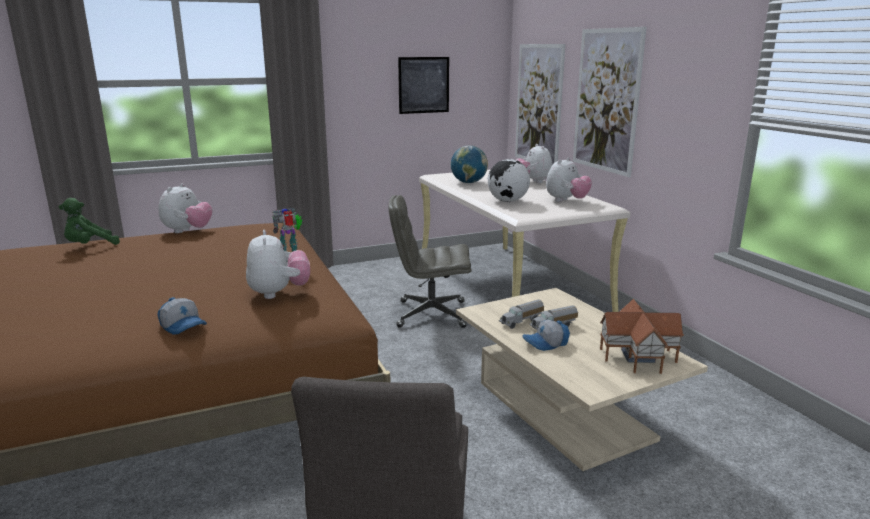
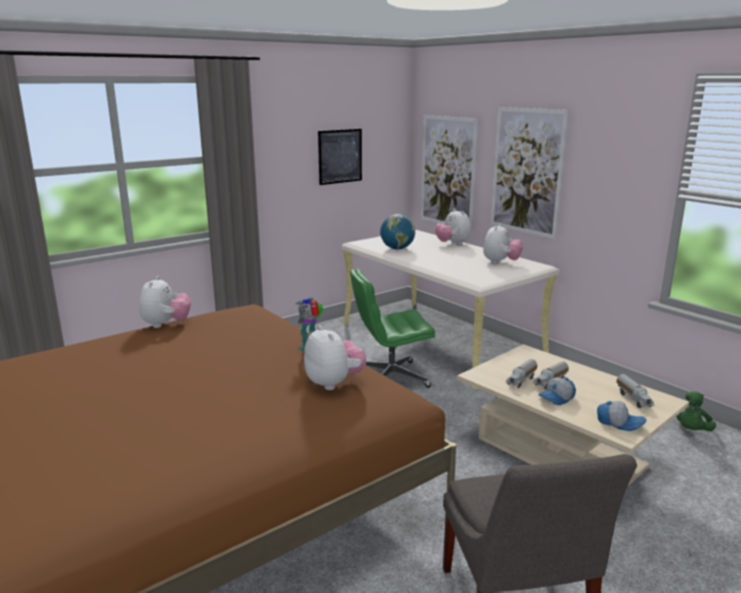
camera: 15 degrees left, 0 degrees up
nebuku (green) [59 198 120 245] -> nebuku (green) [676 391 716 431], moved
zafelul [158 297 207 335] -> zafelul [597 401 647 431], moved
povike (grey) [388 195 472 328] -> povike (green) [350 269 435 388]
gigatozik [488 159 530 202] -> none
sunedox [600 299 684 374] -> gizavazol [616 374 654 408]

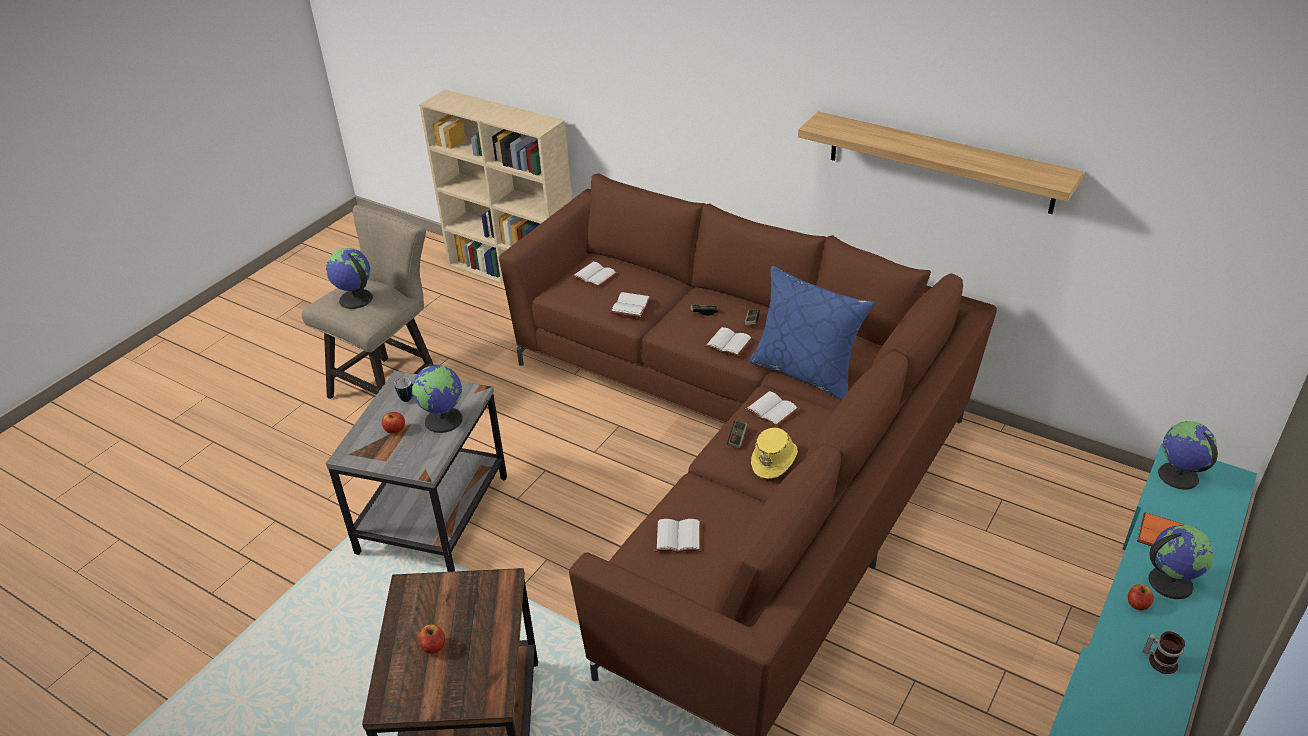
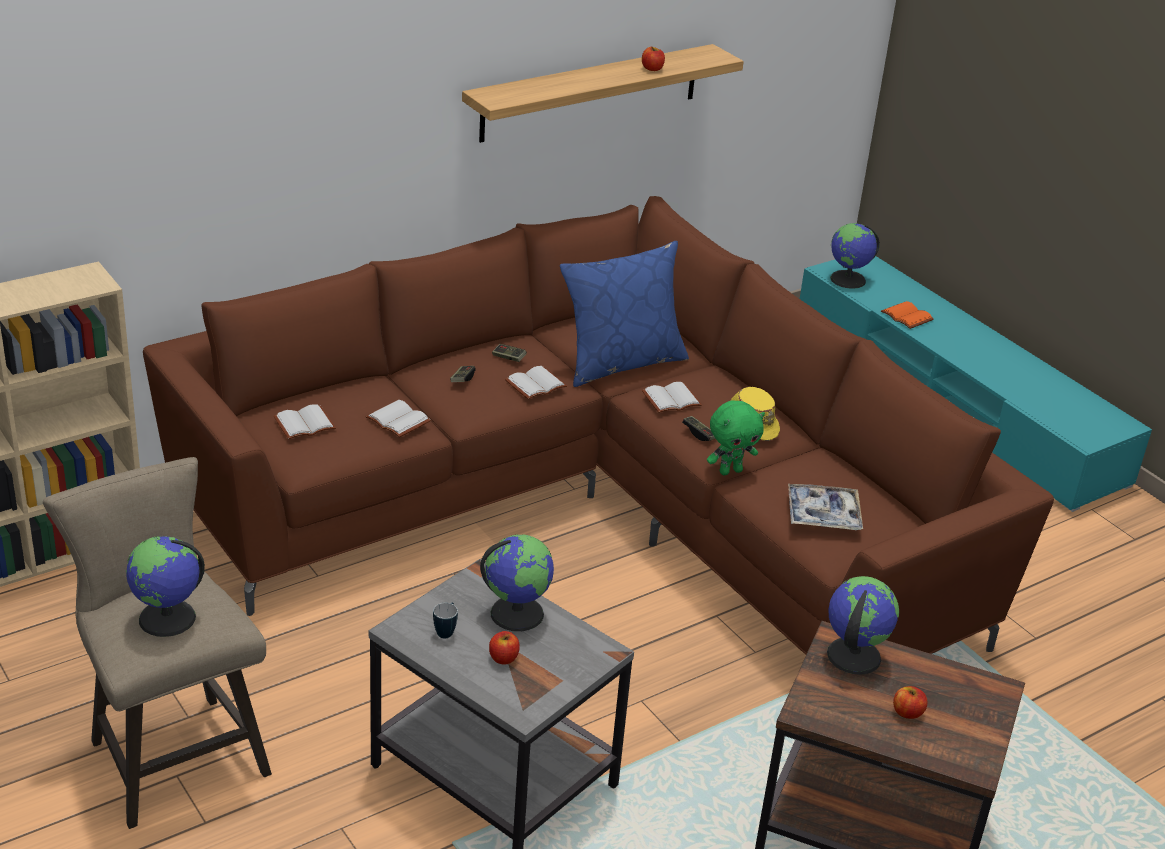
camera: 70 degrees left, 5 degrees down
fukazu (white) [654 519 702 553] -> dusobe [788 484 863 530]
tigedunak [1128 584 1154 610] -> tigedunak [642 46 665 71], moved
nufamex [1143 631 1185 674] -> none
gigatozik [1148 525 1214 599] -> gigatozik [827 576 899 675], moved
none -> nebuku (green) [707 401 765 475]

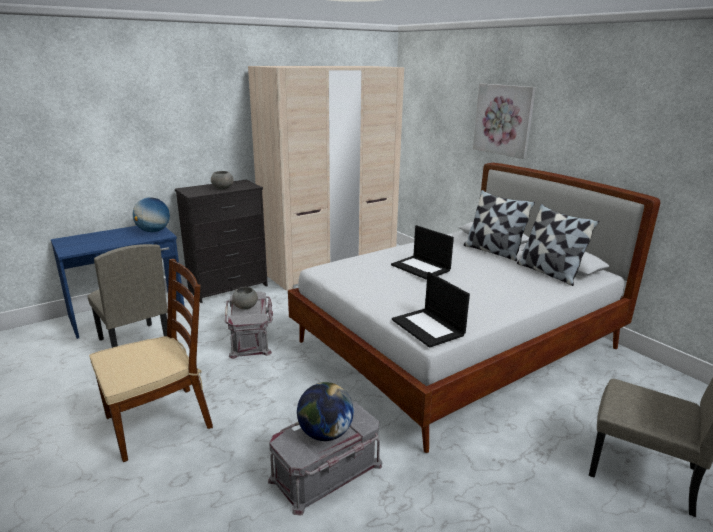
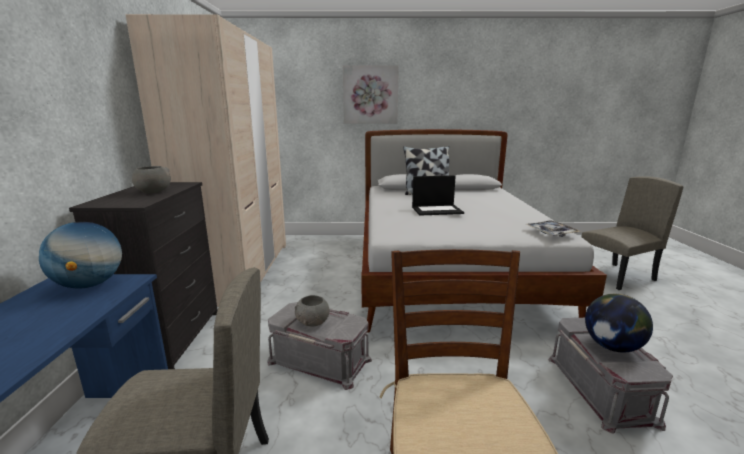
camera: 55 degrees left, 5 degrees down
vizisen [392 272 470 348] -> dusobe [526 220 580 237]
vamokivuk [517 204 599 286] -> none

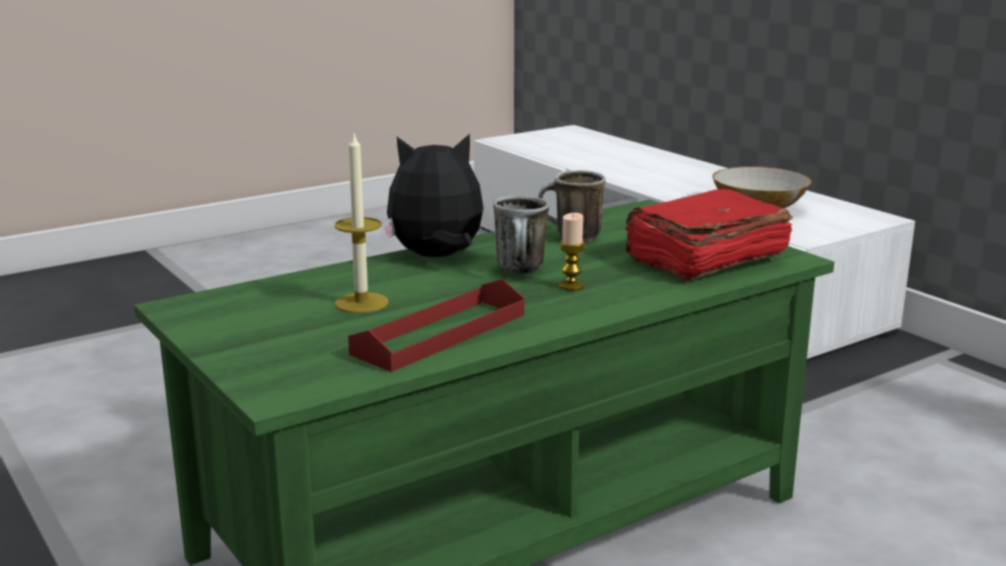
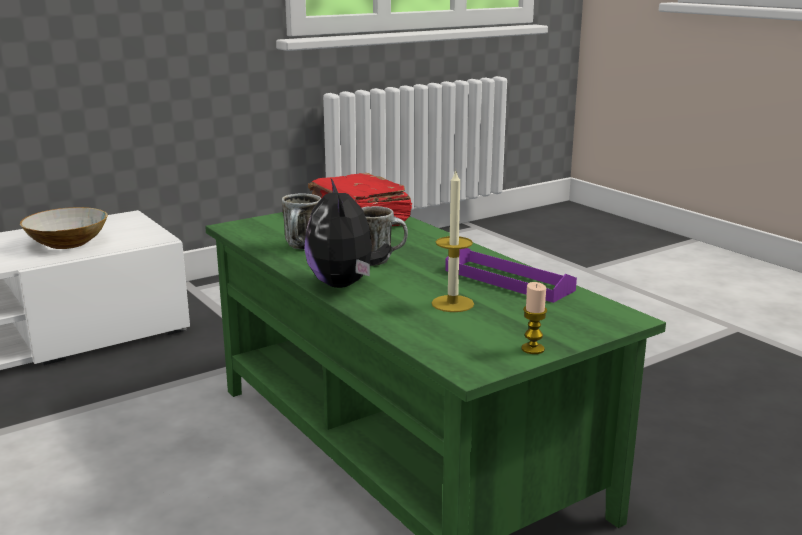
camera: 90 degrees left, 0 degrees up
dusobe (red) [348 279 524 372] -> dusobe (purple) [445 248 577 303]
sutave [559 213 585 291] -> sutave [521 282 547 354], moved

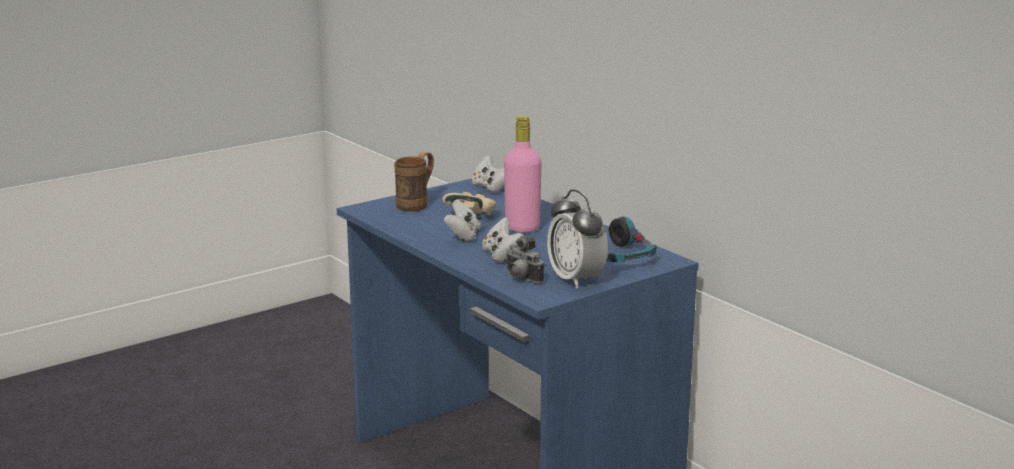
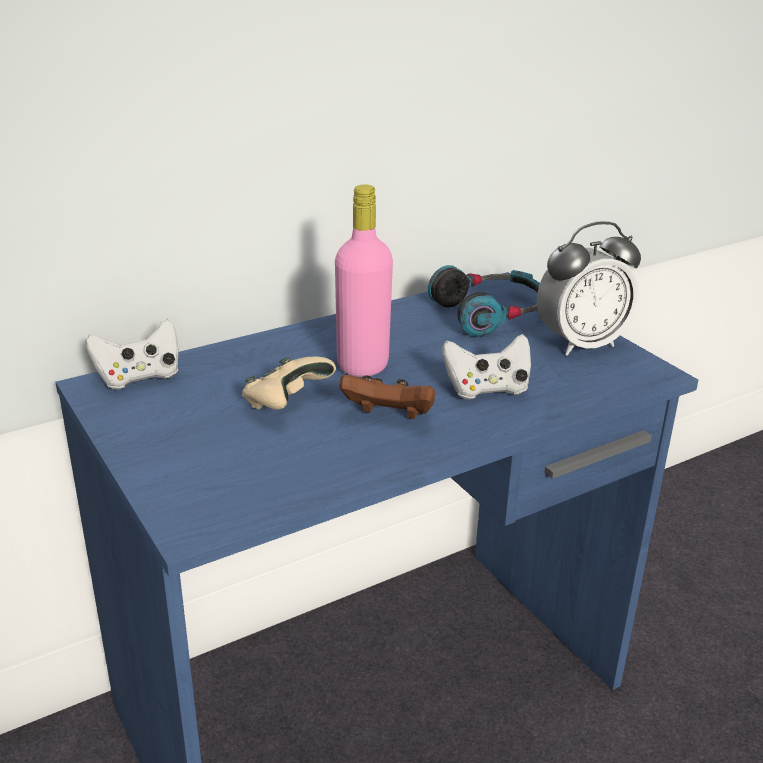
camera: 85 degrees left, 10 degrees up
nufamex (brown) [394 152 434 212] -> none
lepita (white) [444 199 482 241] -> lepita (brown) [339 374 435 419]
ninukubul [506 236 544 284] -> none

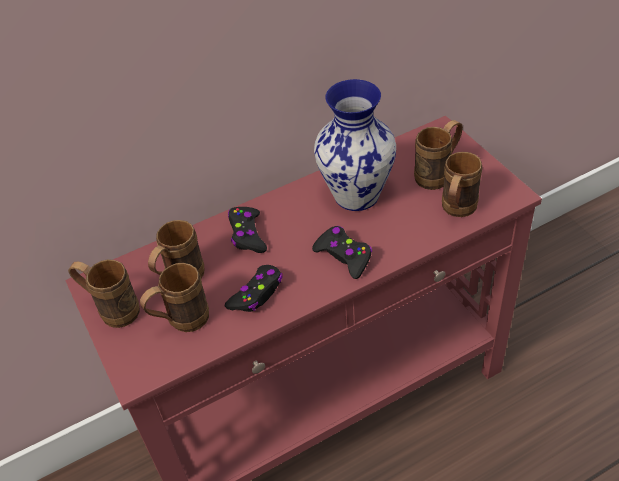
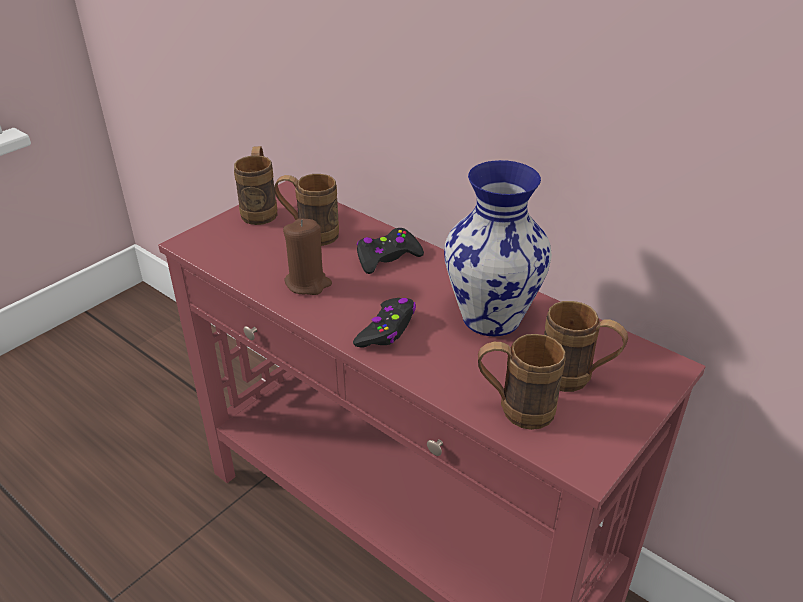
camera: 65 degrees right, 10 degrees down
nufamex (brown) [140 263 209 332] -> none
lepita (black) [225 265 283 312] -> sutave (brown) [283 218 332 295]

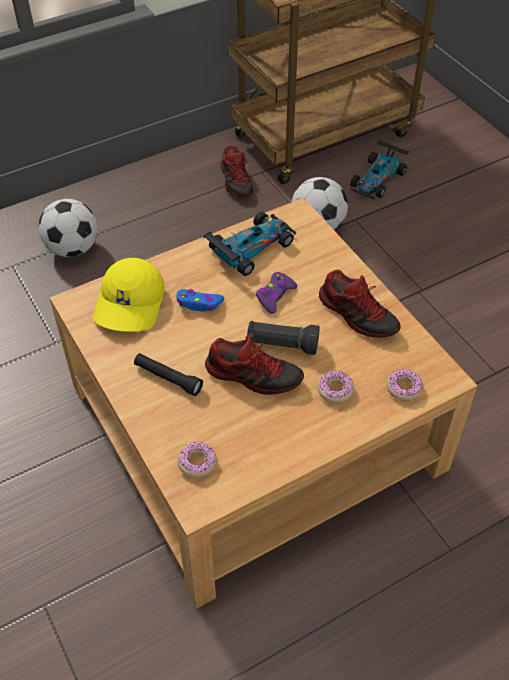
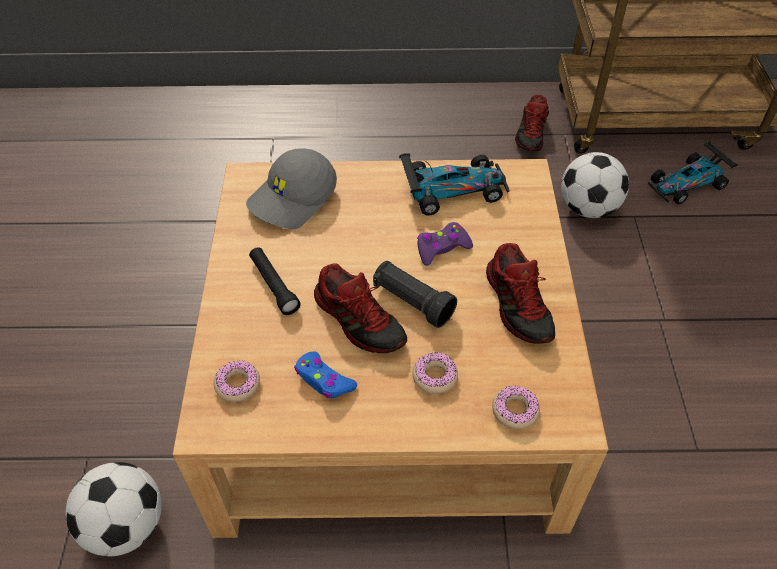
camera: 30 degrees right, 0 degrees up
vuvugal [38 199 98 257] -> vuvugal [65 462 162 557], moved
zafelul (yellow) [93 258 165 332] -> zafelul (grey) [246 148 337 229]
lepita (blue) [177 289 224 312] -> lepita (blue) [294 351 357 398], moved

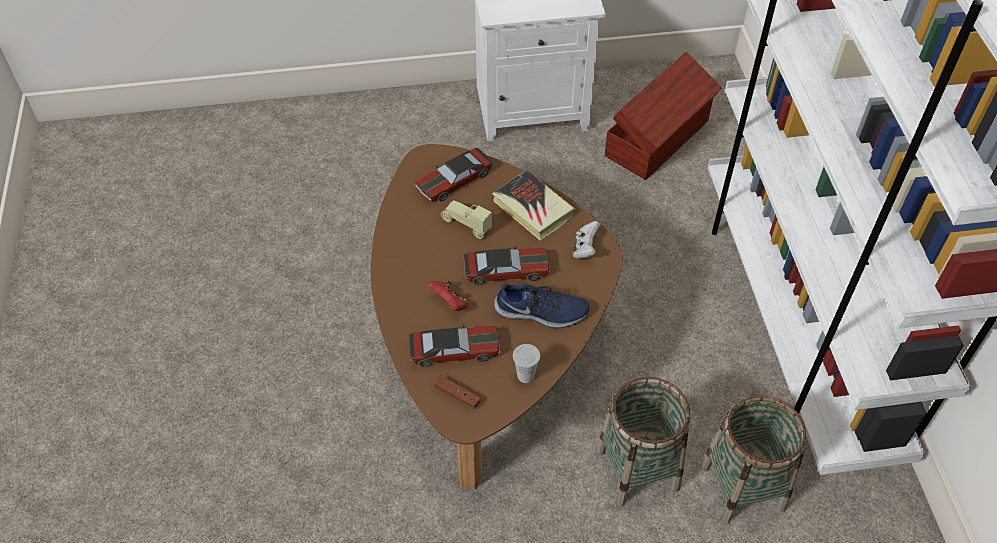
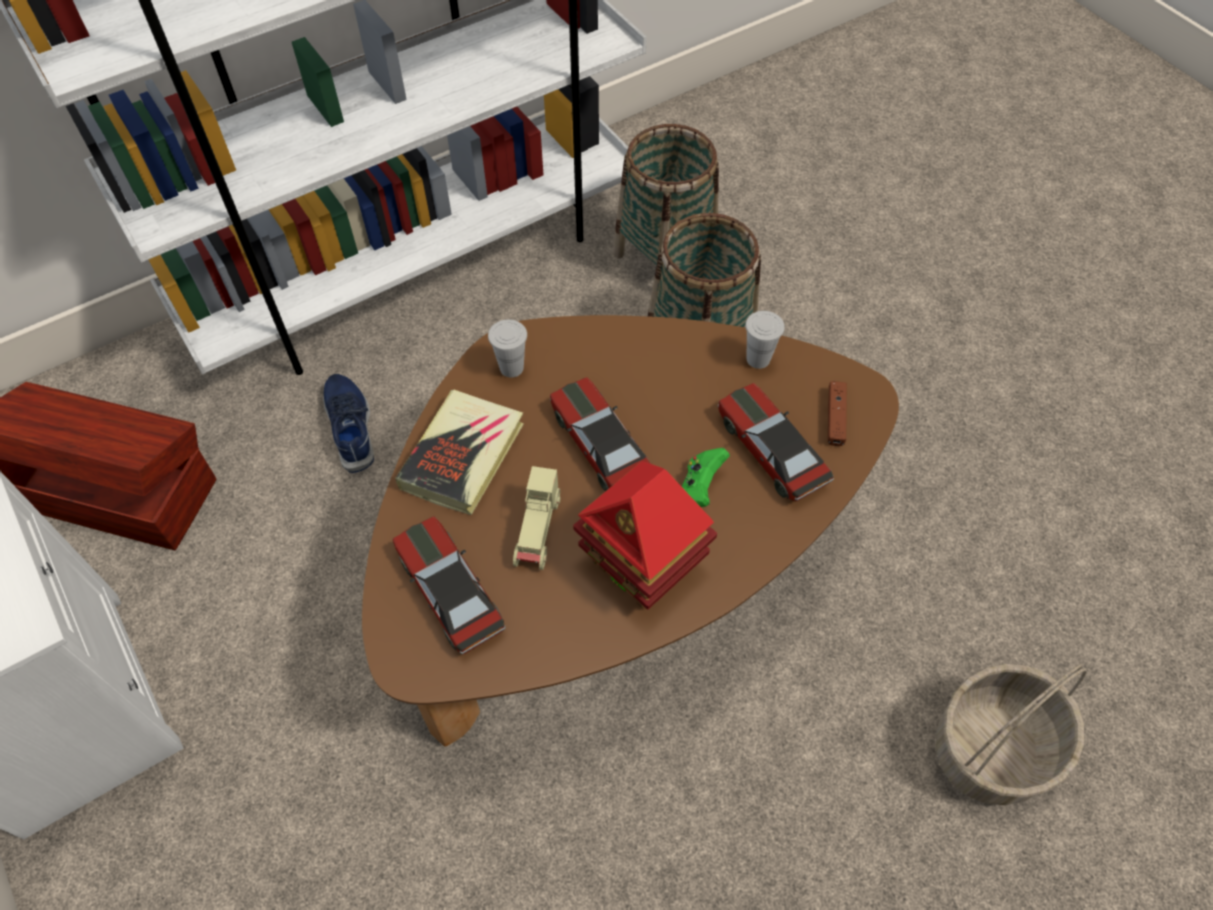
camera: 115 degrees left, 5 degrees up
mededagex [415 148 493 202] -> mededagex [393 516 506 654], 150 degrees counterclockwise
lepita (red) [428 281 468 311] -> lepita (green) [682 448 730 507]
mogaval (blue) [494 284 590 328] -> mogaval (blue) [323 374 374 473], moved
lepita (white) [572 221 600 259] -> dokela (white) [488 319 527 378]
none -> sunedox [573 461 717 609]
none -> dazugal [935 663 1087 805]

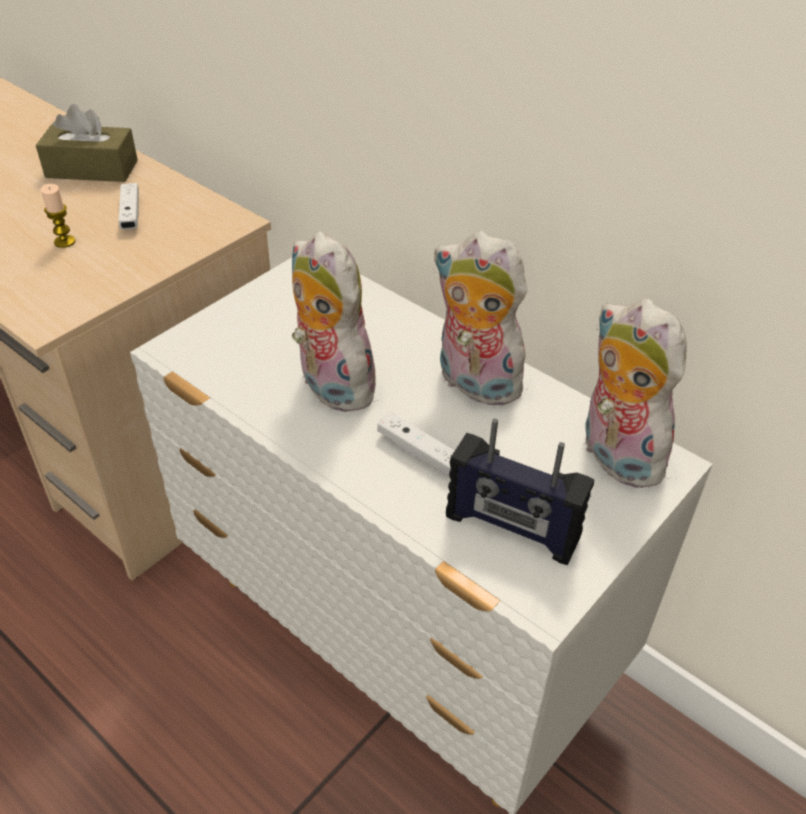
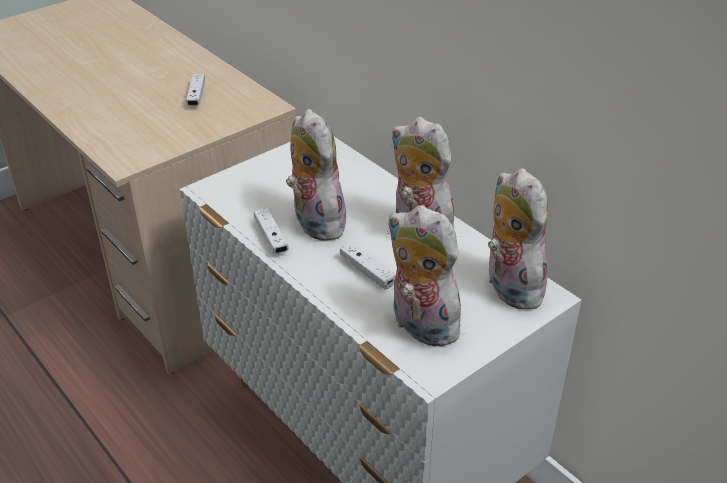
camera: 10 degrees right, 5 degrees down
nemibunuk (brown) [36 104 138 182] -> none
sutave [40 184 76 248] -> none
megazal [446 419 594 565] -> nebuku [387 205 469 347]
none -> lepita (white) [254 208 289 254]

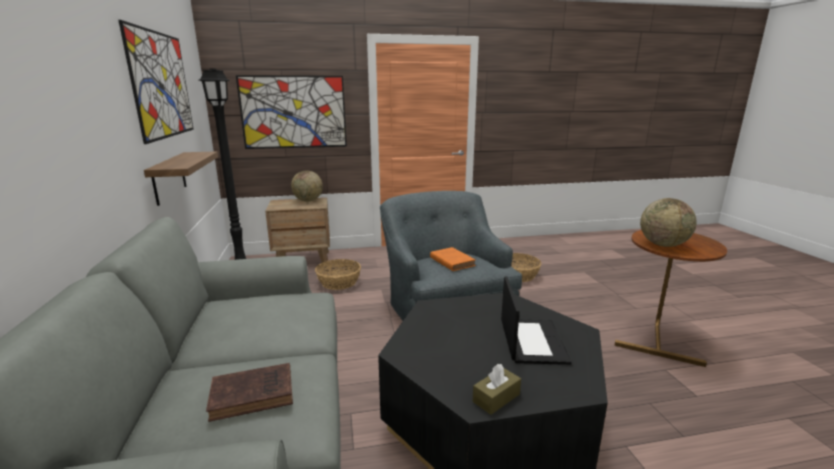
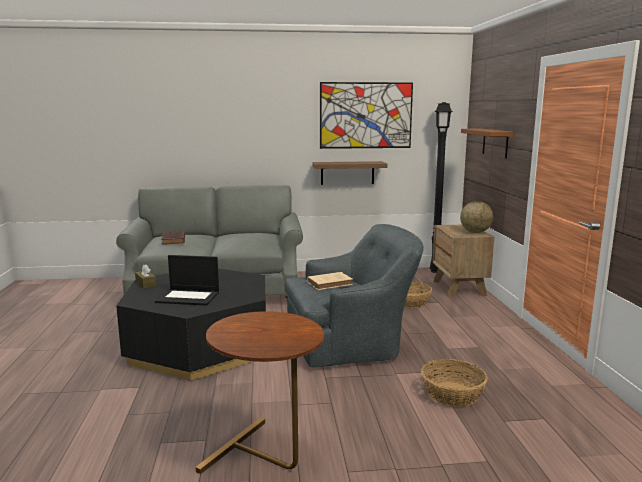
camera: 95 degrees right, 5 degrees down
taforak [236 75 347 149] -> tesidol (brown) [461 129 513 159]
fukazu (orange) [430 247 476 271] -> fukazu (beige) [307 272 353 290]
gigatozik [640 198 697 247] -> none

